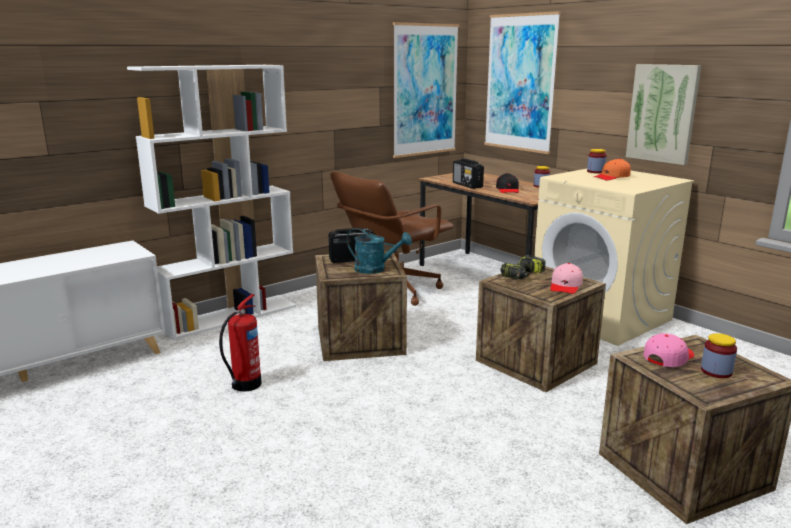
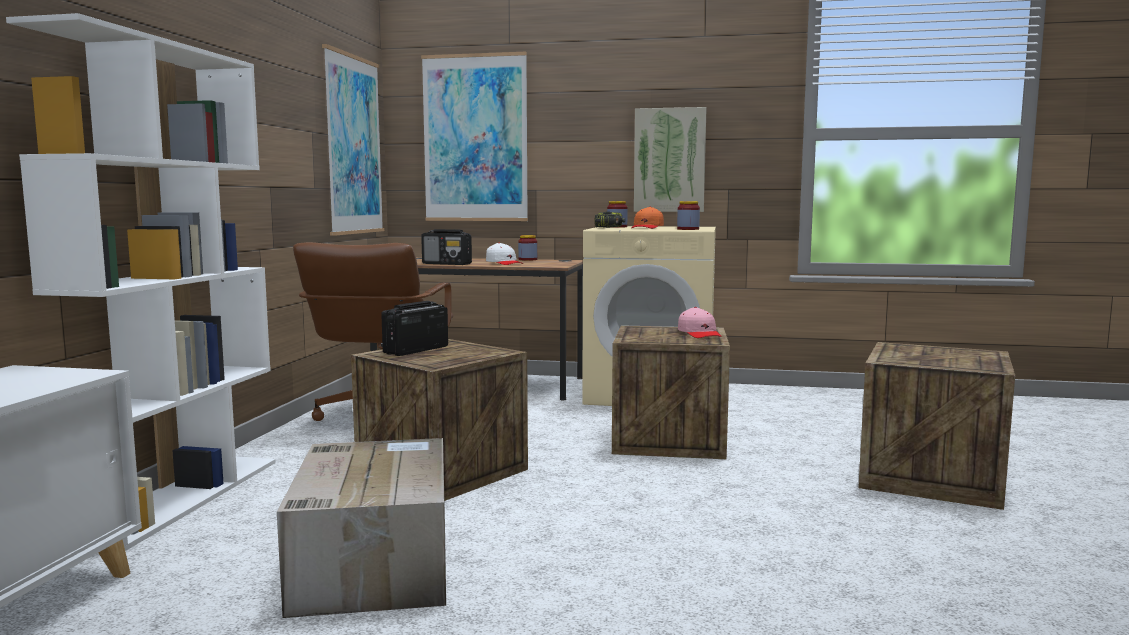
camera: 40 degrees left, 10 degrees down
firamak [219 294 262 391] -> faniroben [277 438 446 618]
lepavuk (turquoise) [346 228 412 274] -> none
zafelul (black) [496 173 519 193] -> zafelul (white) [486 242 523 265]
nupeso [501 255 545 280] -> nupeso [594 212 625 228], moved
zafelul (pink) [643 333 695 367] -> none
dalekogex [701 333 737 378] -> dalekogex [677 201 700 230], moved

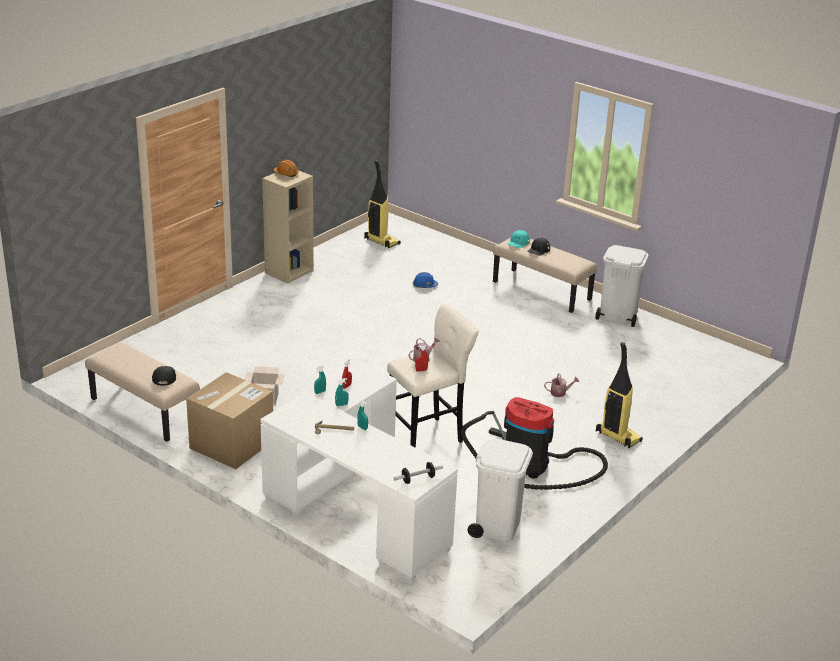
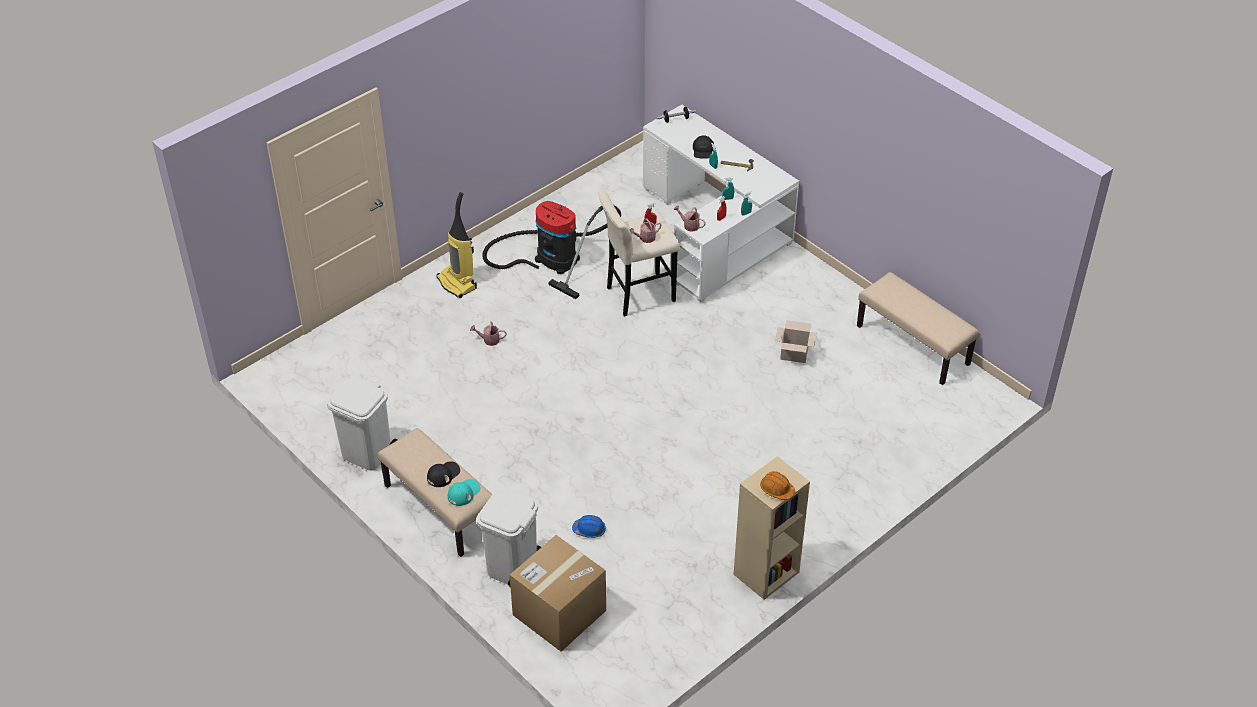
camera: 170 degrees left, 15 degrees up
zafelul (black) [152 366 176 386] -> zafelul (black) [693 135 714 159], moved
faniroben [186 372 273 469] -> faniroben [509 535 606 652], moved
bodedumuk [364 160 401 248] -> none
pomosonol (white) [467 439 533 542] -> pomosonol (white) [476 487 541 587], moved
none -> lepavuk [673 205 706 232]

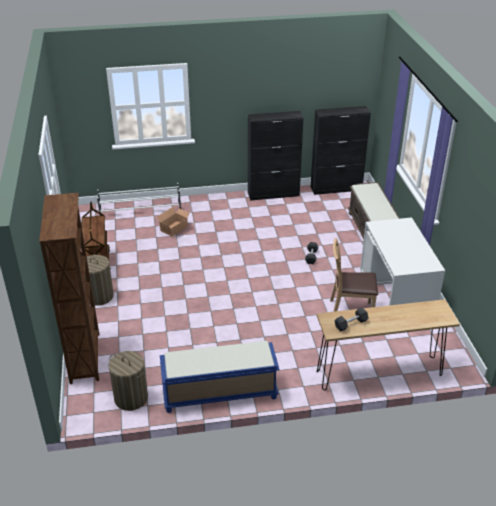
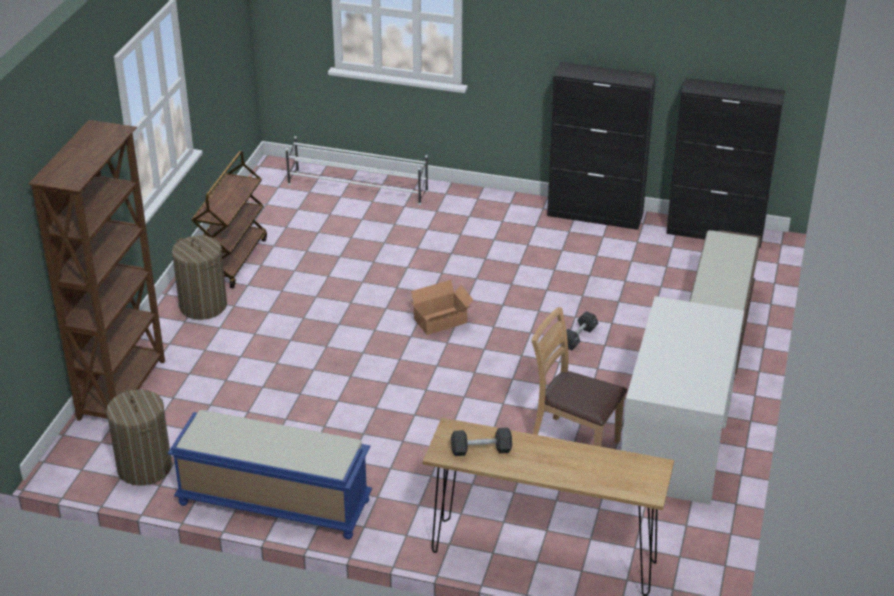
camera: 25 degrees right, 0 degrees up
faniroben [157 207 189 237] -> faniroben [409 280 474 335], moved

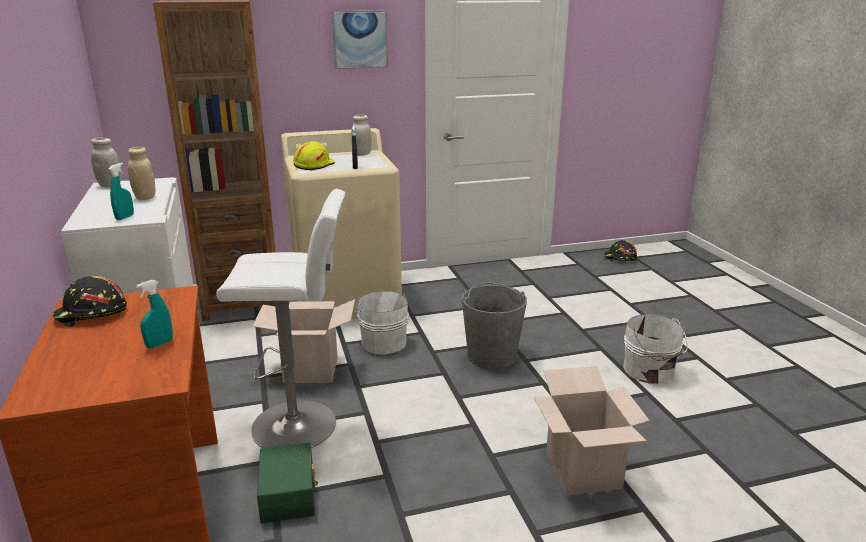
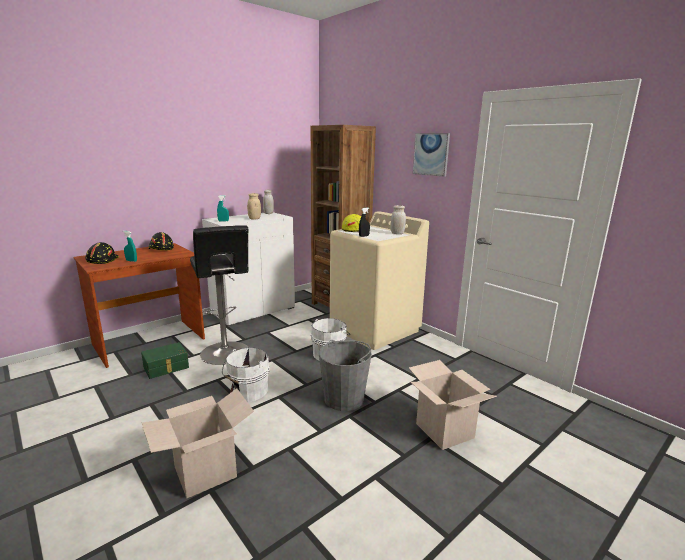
camera: 65 degrees right, 5 degrees down
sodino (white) [216 189 345 448] -> sodino (black) [190 225 248 365]
faniroben [252 299 355 383] -> faniroben [409 360 497 450], moved
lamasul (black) [604 240 637 262] -> lamasul (black) [85 242 119 264], moved
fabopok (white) [623 314 688 384] -> fabopok (white) [222 347 270 402], moved

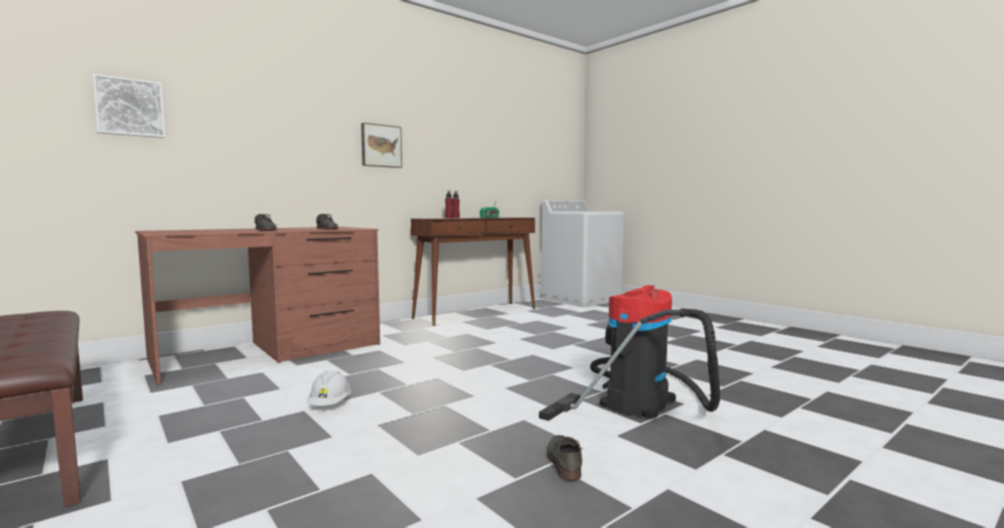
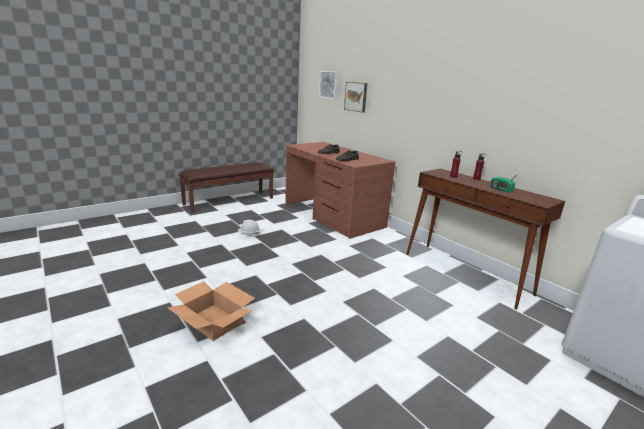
camera: 90 degrees right, 15 degrees up
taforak [361 123 402 168] -> taforak [344 82 367 113], moved
bodedumuk [539 285 720 421] -> faniroben [168 281 255 341]
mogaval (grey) [547 435 582 481] -> none

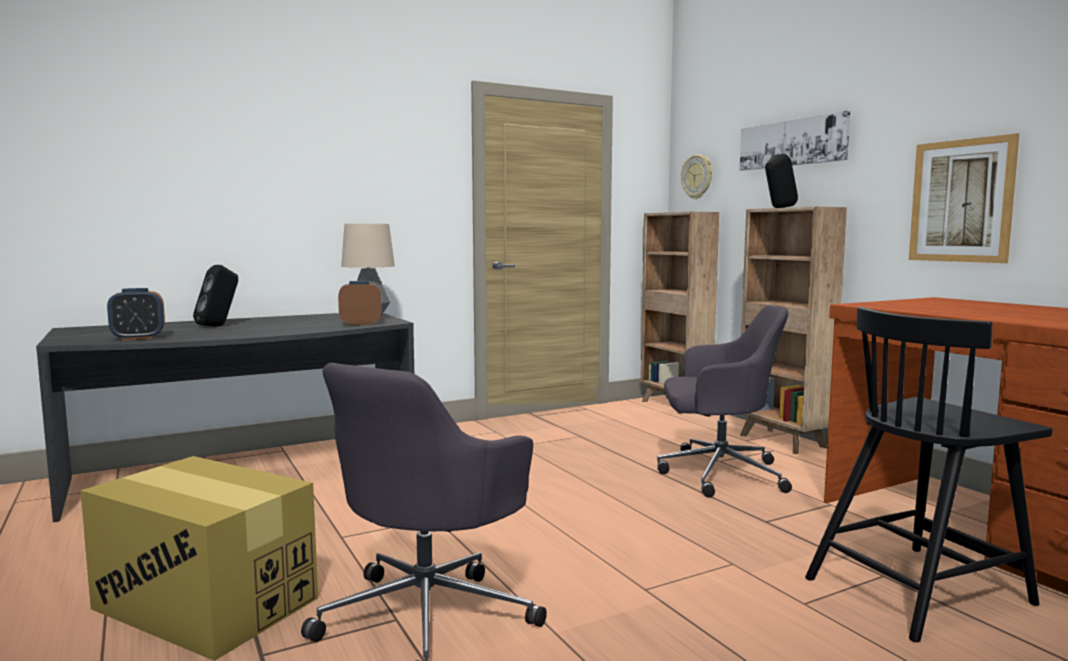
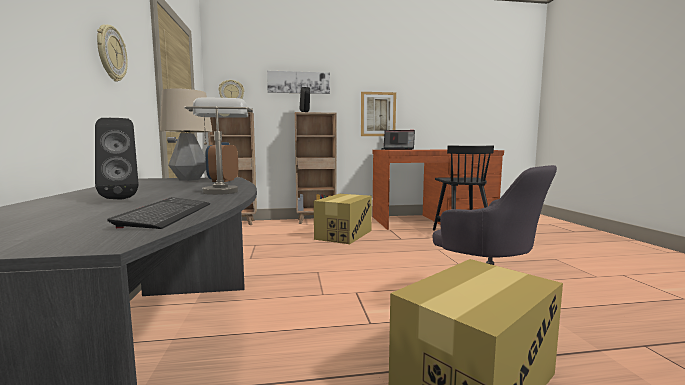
camera: 70 degrees left, 0 degrees up
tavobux [107 288 165 340] -> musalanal [107 197 210 229]
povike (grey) [657 305 792 498] -> faniroben [314 194 372 244]
none -> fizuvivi [97 24 128 82]
none -> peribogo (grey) [184 98 253 195]
none -> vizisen [381 130 415 150]

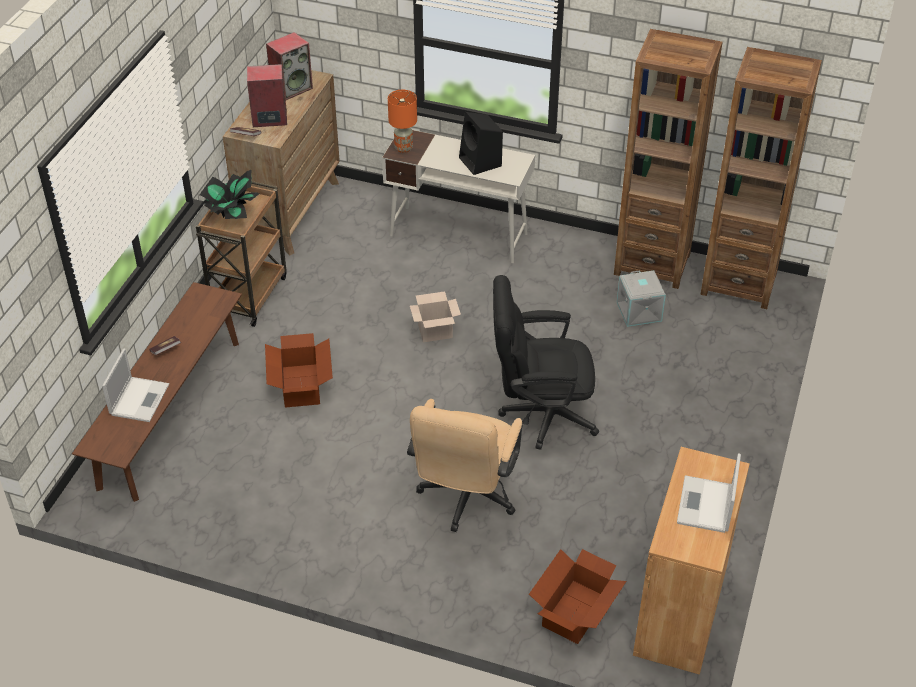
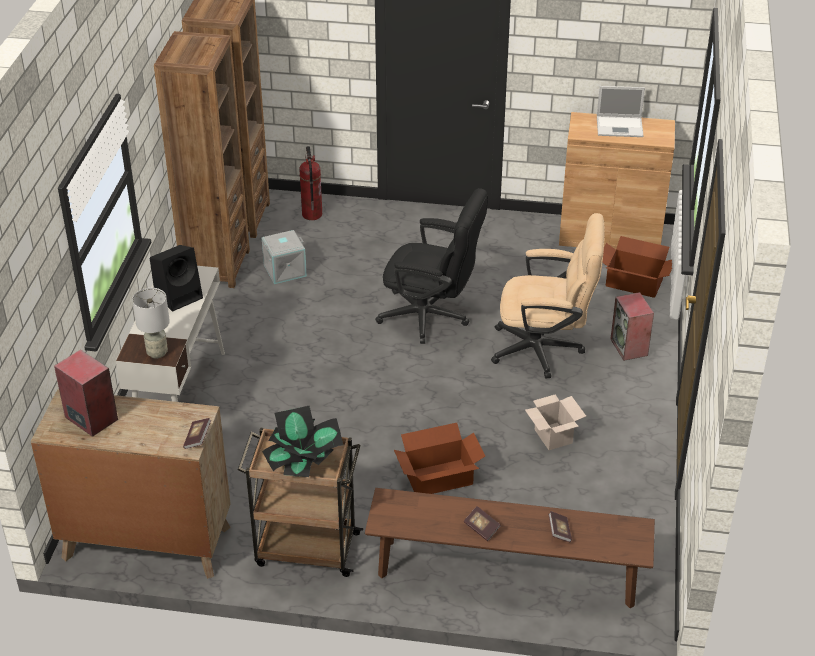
camera: 100 degrees left, 5 degrees down
vizisen [102 349 169 422] -> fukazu [548 511 572 542]
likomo [247 64 287 127] -> likomo [610 292 654 361], moved
peribogo (orange) [388 90 417 153] -> peribogo (grey) [132 288 170 358]
faniroben [410 291 461 342] -> faniroben [525 394 586 450], moved
povike (black) [493 275 599 450] -> povike (black) [375 188 488 344], 60 degrees counterclockwise
none -> firamak [299 146 322 220]

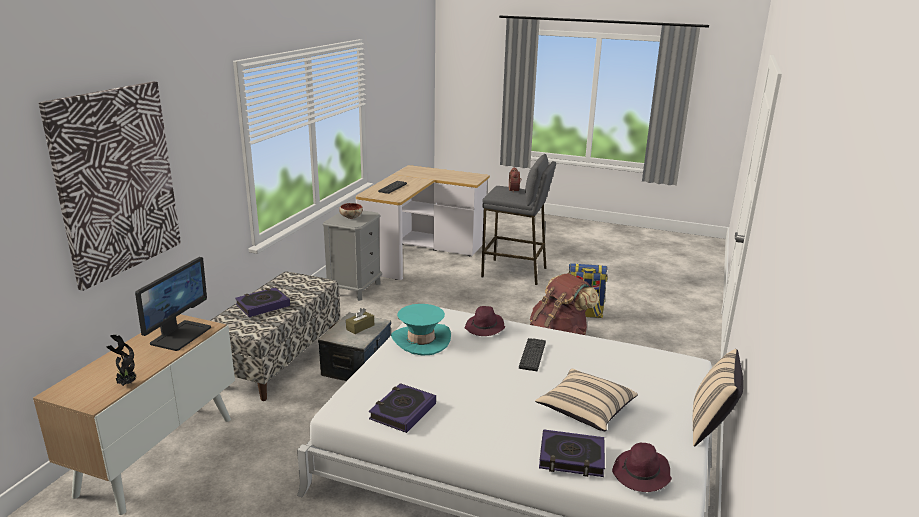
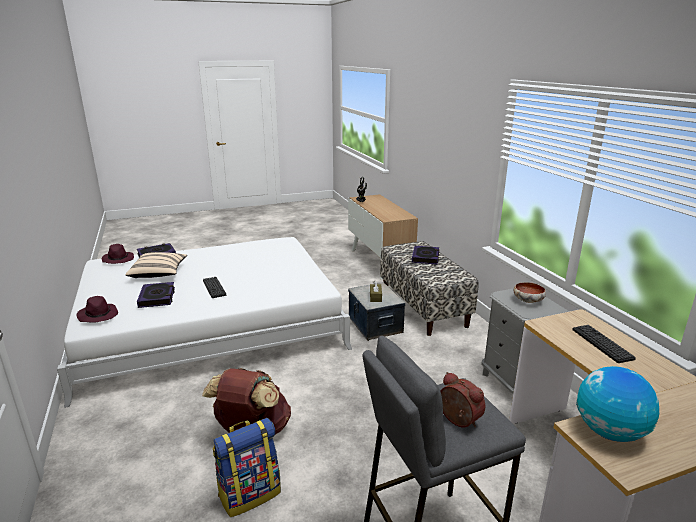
camera: 140 degrees right, 0 degrees up
taforak [39 82 181 291] -> none
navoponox [135 257 211 351] -> none
fukazu [369 383 436 433] -> fukazu [137 282 175 308], moved
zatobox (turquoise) [391 304 451 356] -> none
zatobox (purple) [465 306 505 336] -> zatobox (purple) [77 296 118 323], moved
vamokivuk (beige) [693 349 743 446] -> none
none -> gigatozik [576 366 659 442]

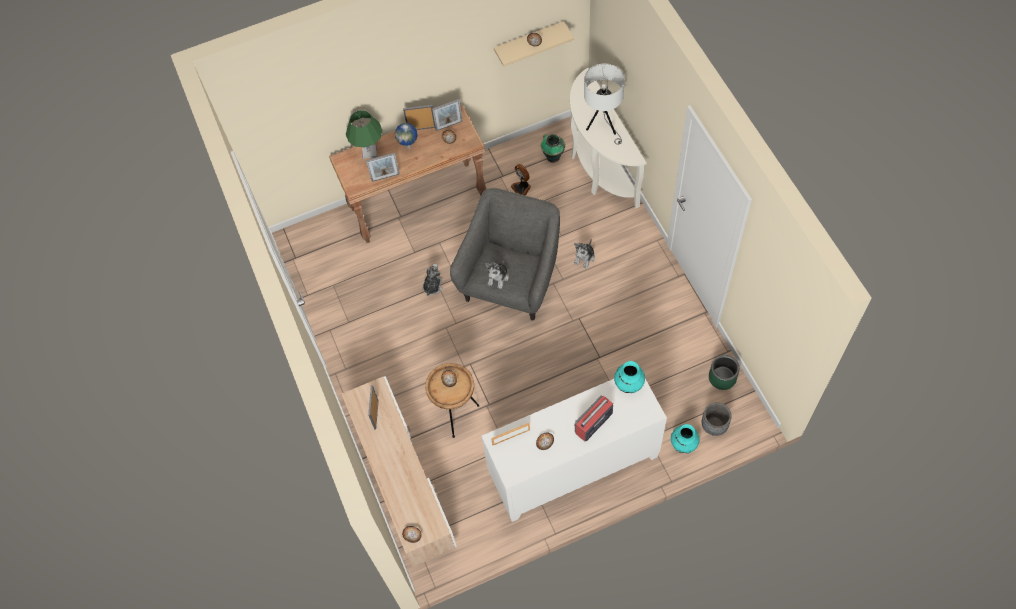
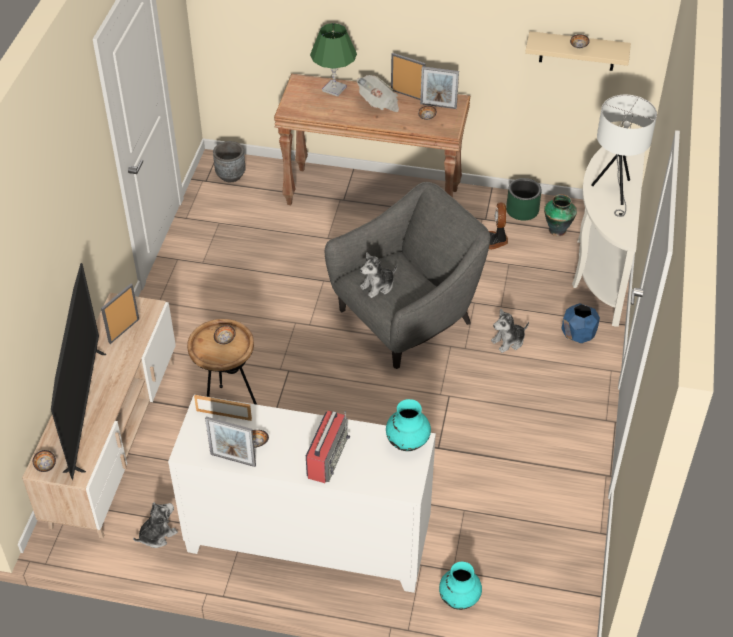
camera: 30 degrees right, 15 degrees down
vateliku [366 152 400 182] -> vateliku [205 417 256 467], moved
gigatozik [395 123 418 149] -> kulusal [357 75 399 112]
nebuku [423 264 443 296] -> nebuku [133 502 178 548], moved
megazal [574 396 613 442] -> megazal [306 411 350 483], 120 degrees clockwise
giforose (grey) [702 402 732 436] -> giforose (grey) [213 141 246 182], moved
giforose (green) [709 355 740 390] -> giforose (green) [506 178 542 221], moved
none -> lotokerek [51 263 106 480]
none -> giforose (blue) [562 303 600 343]

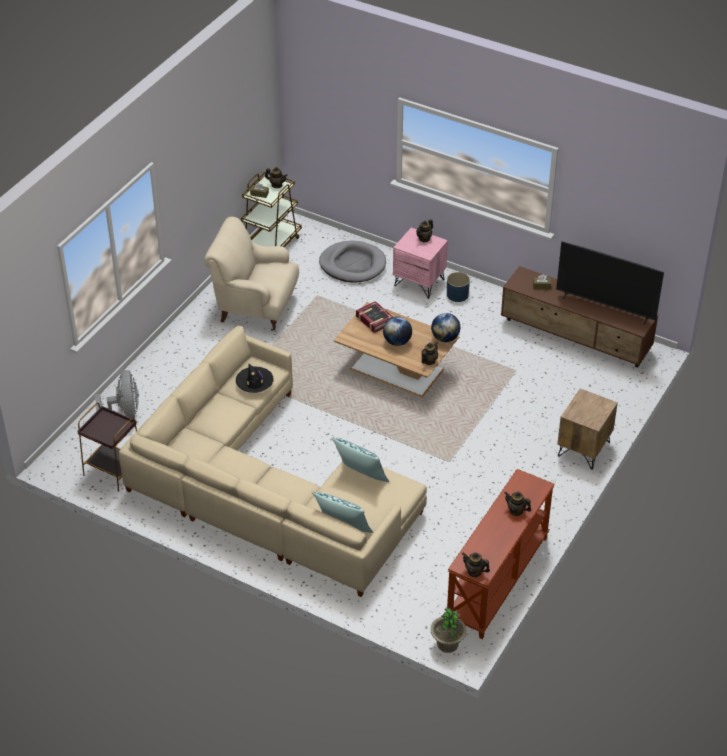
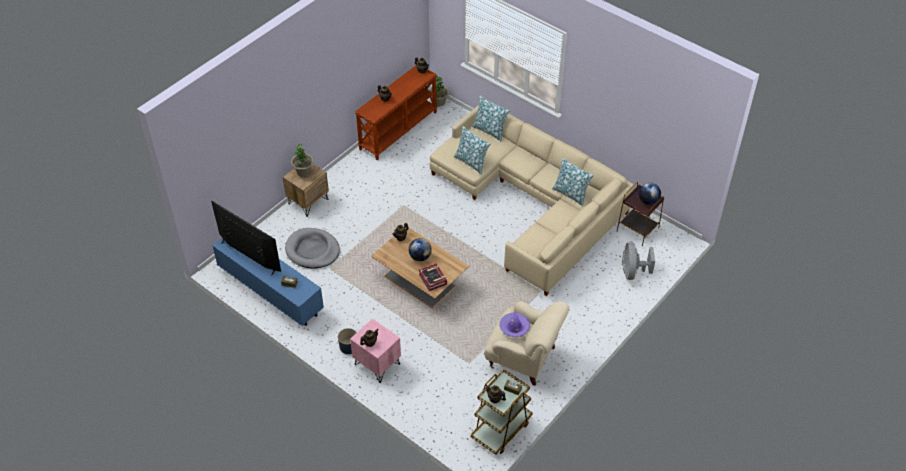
camera: 170 degrees left, 5 degrees up
zatobox (black) [236 364 274 393] -> none
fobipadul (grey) [319 240 386 283] -> fobipadul (grey) [285 228 340 269], moved
gigatozik [431 313 460 342] -> gigatozik [639 183 661 205], moved
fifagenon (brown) [501 266 659 368] -> fifagenon (blue) [212 238 324 326]
none -> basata [291 144 314 177]
none -> zatobox (purple) [499 312 530 337]
none -> vamokivuk [552 157 594 206]

